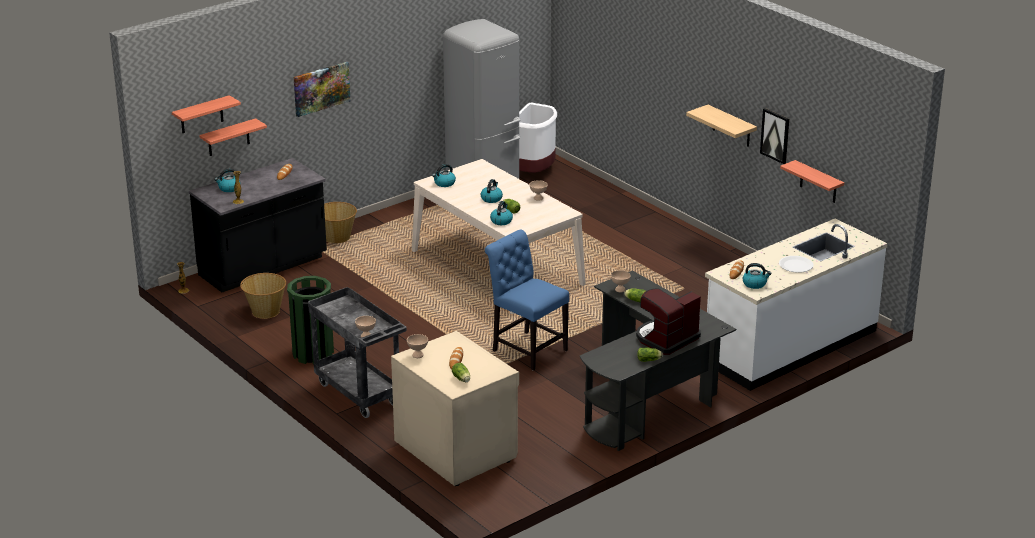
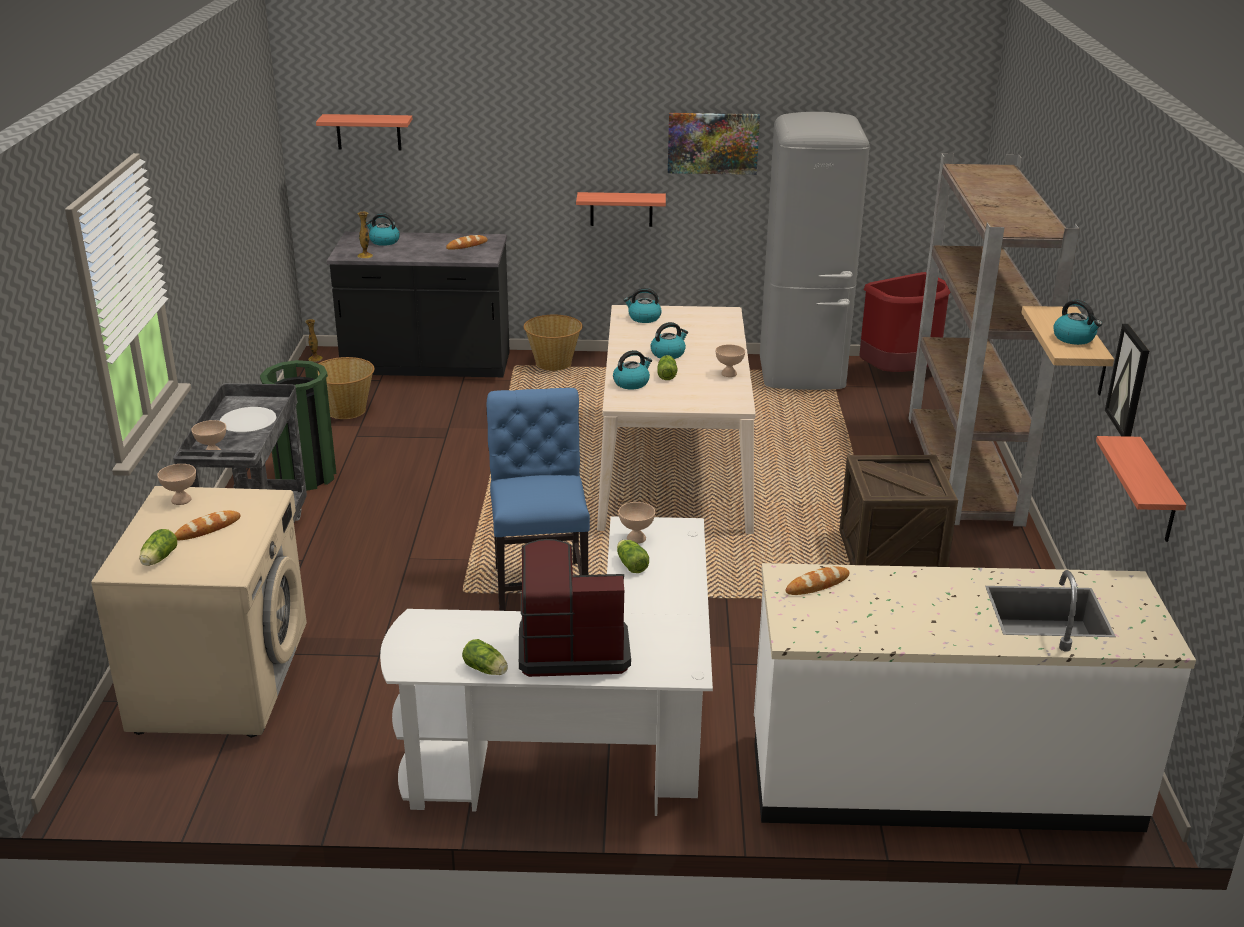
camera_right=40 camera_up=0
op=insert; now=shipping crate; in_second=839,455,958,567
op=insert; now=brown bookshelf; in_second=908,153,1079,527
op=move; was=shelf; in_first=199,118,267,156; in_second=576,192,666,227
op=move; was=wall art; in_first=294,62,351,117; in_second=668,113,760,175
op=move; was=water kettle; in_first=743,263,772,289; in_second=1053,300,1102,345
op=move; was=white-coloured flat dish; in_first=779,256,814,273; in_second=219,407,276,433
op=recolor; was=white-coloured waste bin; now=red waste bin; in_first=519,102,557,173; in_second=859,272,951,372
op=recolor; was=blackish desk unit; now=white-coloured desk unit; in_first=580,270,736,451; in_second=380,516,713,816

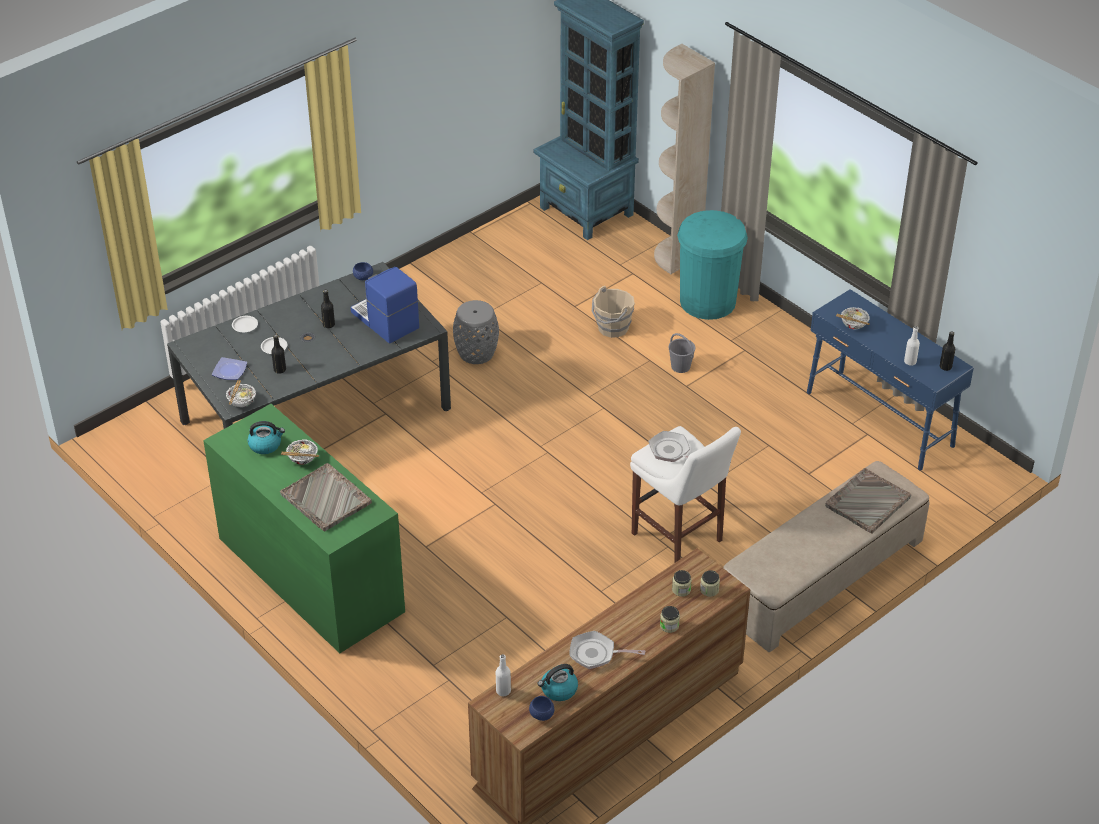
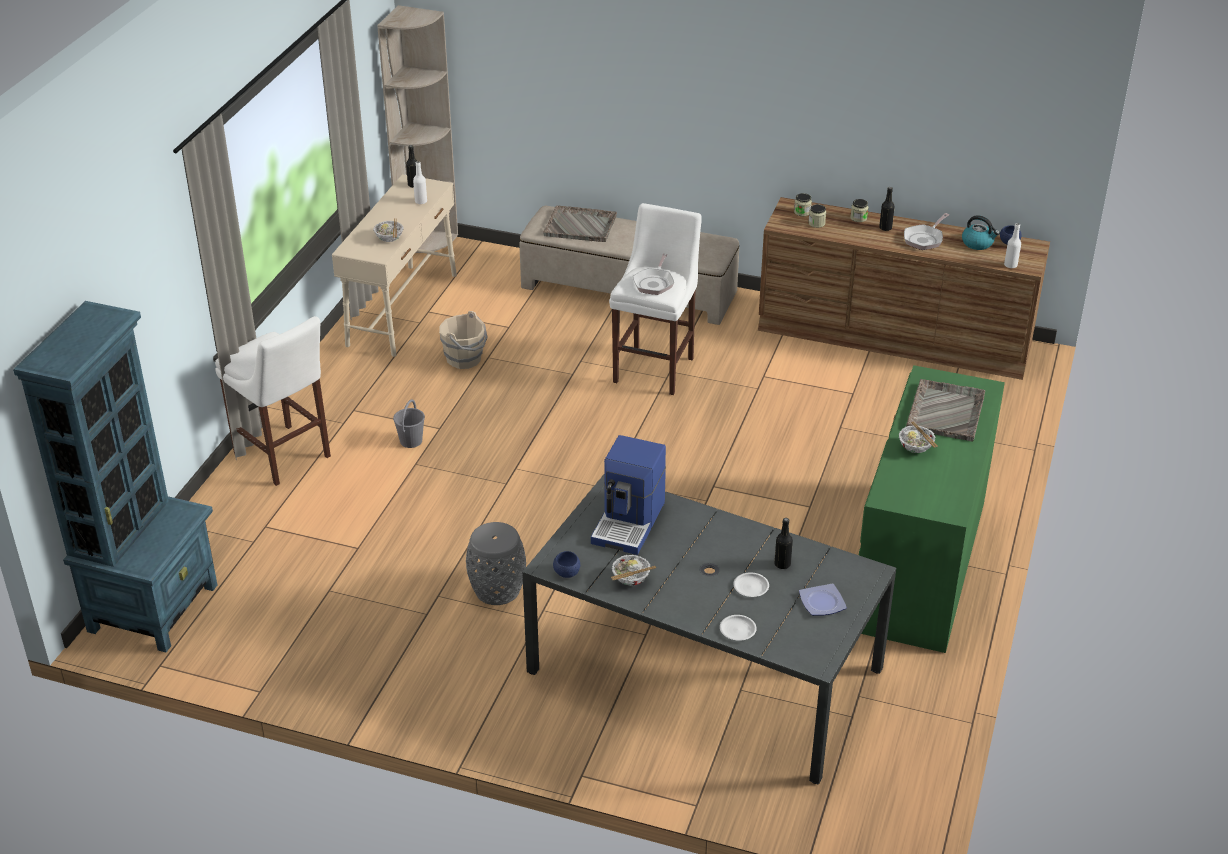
camera_right=-120 camera_up=-5
op=delete; was=water kettle; in_first=248,421,285,454
op=move; was=serving bowl; in_first=226,380,256,407; in_second=611,555,656,586
op=move; was=blackish beverage bottle; in_first=321,290,335,328; in_second=879,187,895,231
op=move; was=beige-coloured pail; in_first=592,286,635,338; in_second=439,311,488,369
op=move; was=beige-coloured bookshelf; in_first=654,44,715,274; in_second=377,5,458,253
op=replace; was=turquoise-coloured waste bin; now=white-coloured sitting stool; in_first=677,210,748,320; in_second=215,316,331,486
op=recolor; was=blue-coloured hall table; now=beige-coloured hall table; in_first=807,289,974,471; in_second=332,174,457,357
op=rotate; was=frying pan; in_first=569,631,645,669; in_second=904,213,949,250; clockwise=60

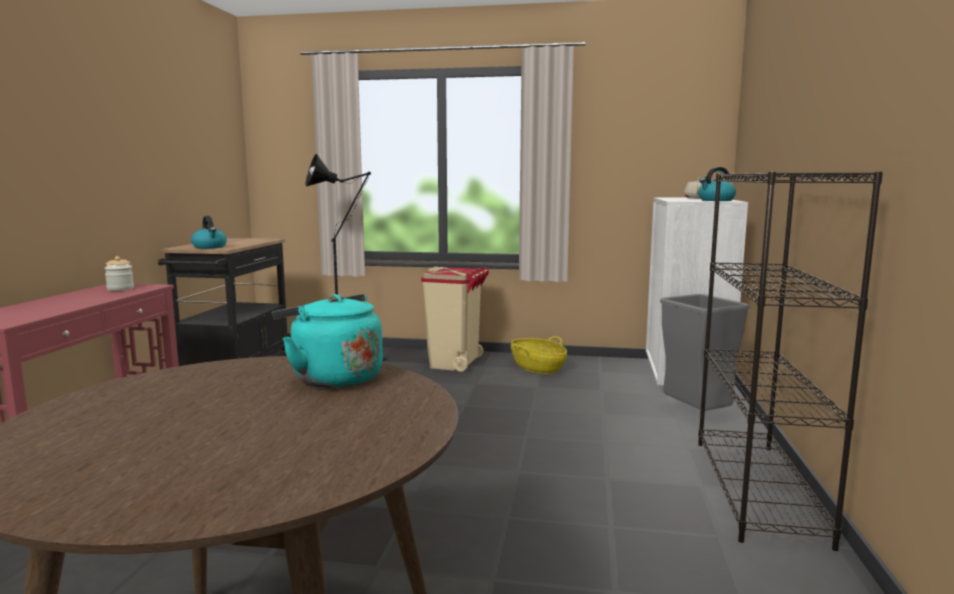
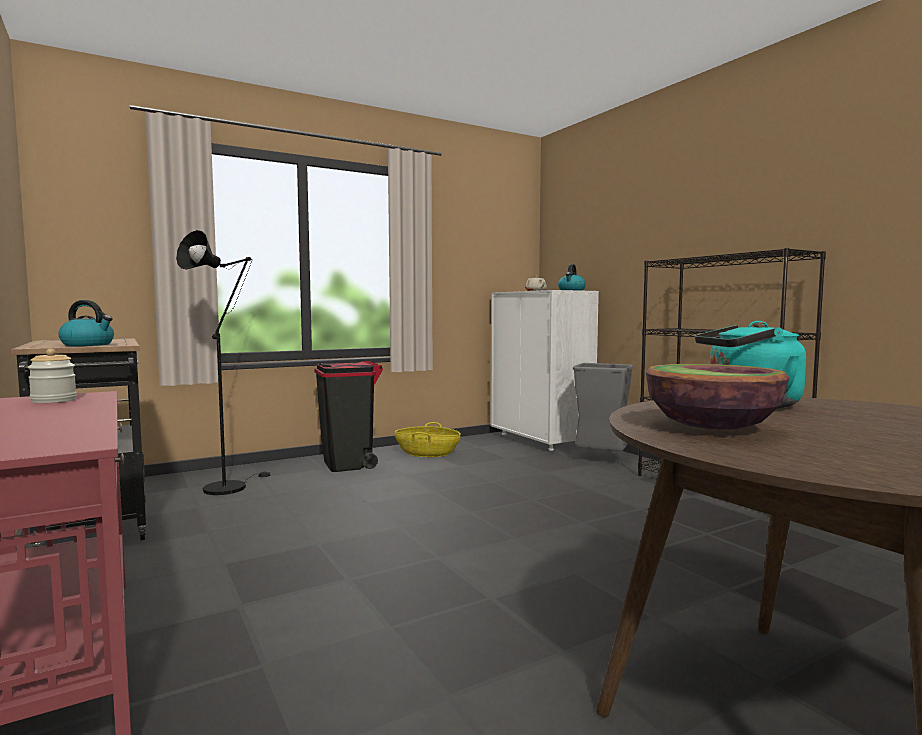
camera_right=-40 camera_up=-5
op=insert; now=serving bowl; in_second=646,364,789,429
op=recolor; was=beige-coloured waste bin; now=blackish waste bin; in_first=421,267,489,372; in_second=315,361,383,472

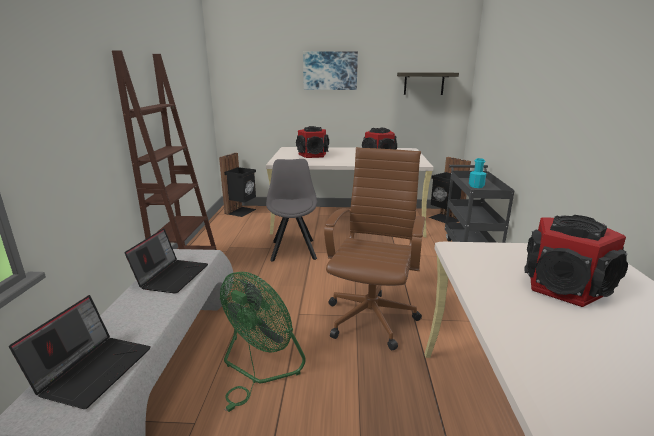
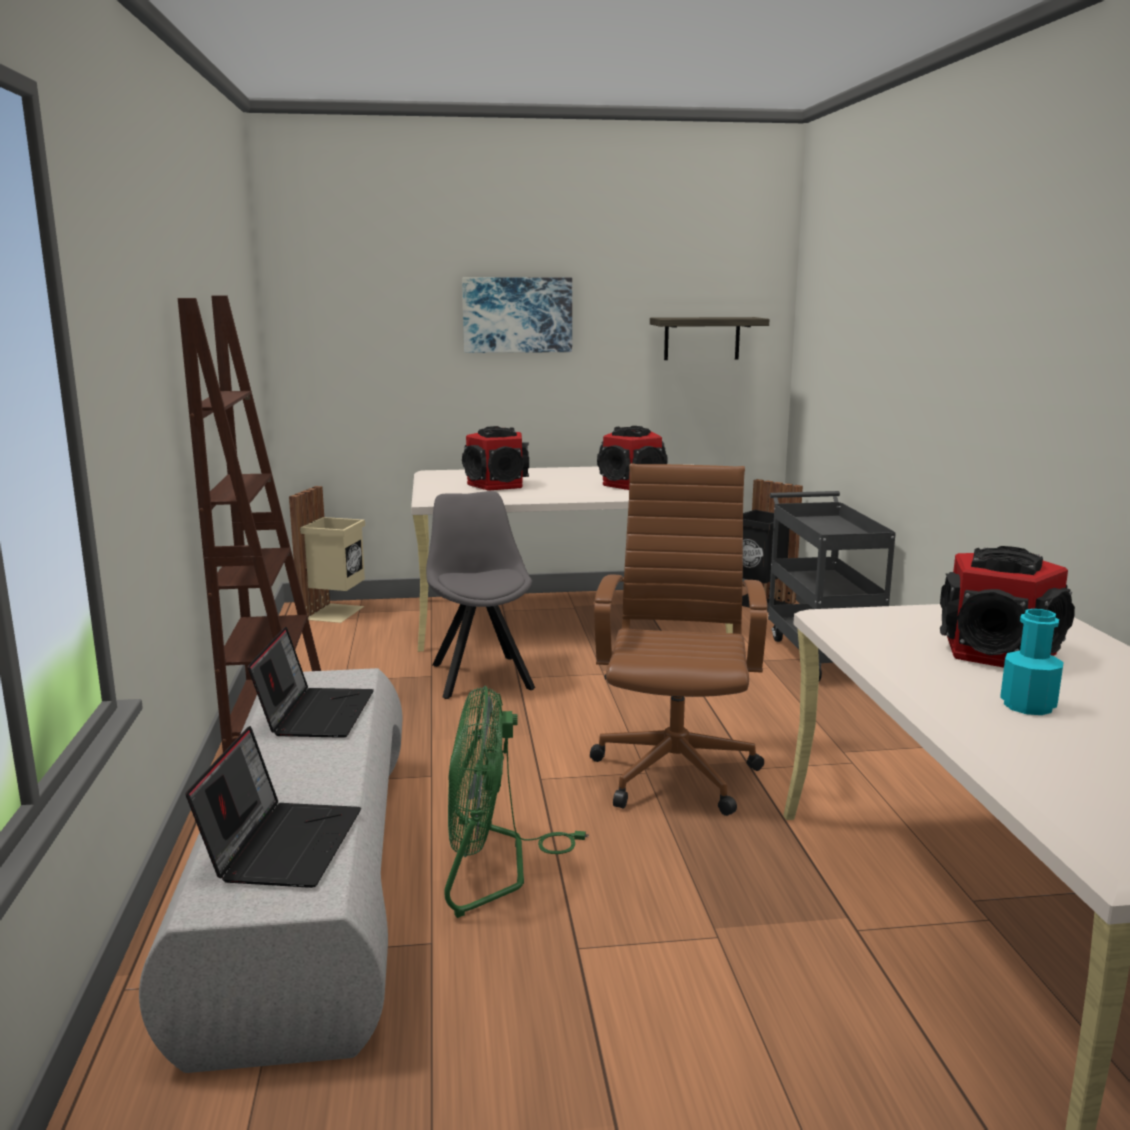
camera_right=-10 camera_up=-5
op=move; was=turquoise-coloured beverage bottle; in_first=469,158,486,188; in_second=1000,609,1064,715
op=recolor; was=blackish waste bin; now=beige-coloured waste bin; in_first=219,153,256,217; in_second=289,486,365,623
op=rotate; was=green electric fan; in_first=219,272,306,412; in_second=444,686,589,918; clockwise=-120

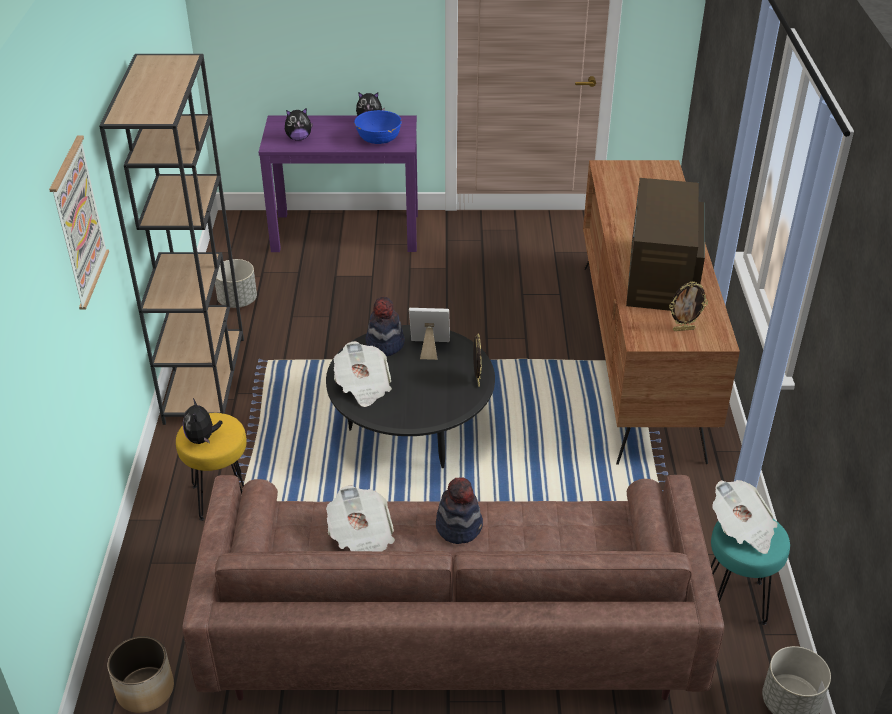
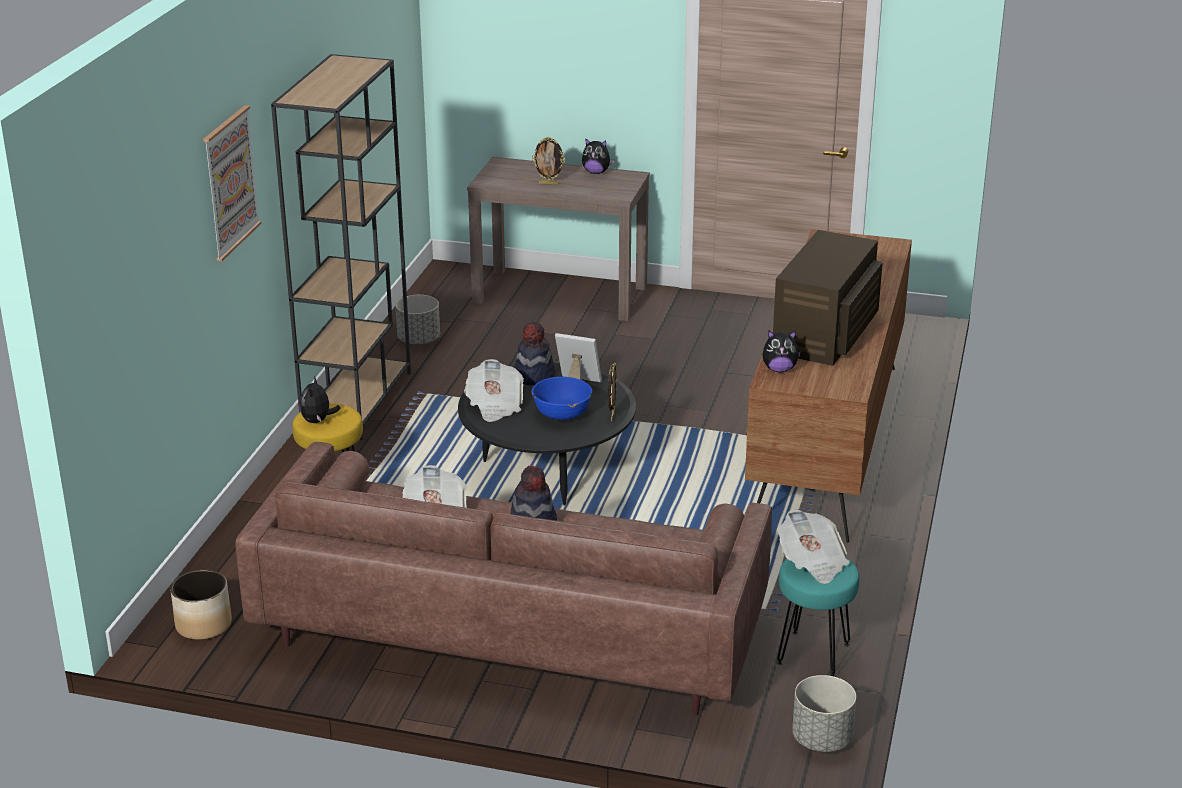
camera_right=15 camera_up=-10
op=move; was=cuddly toy; in_first=285,108,313,141; in_second=762,330,801,372
op=move; was=blue-coloured serving bowl; in_first=354,110,402,144; in_second=531,377,592,420
op=move; was=photo frame; in_first=669,281,708,331; in_second=532,137,565,185
op=recolor; was=purple hall table; now=brown hall table; in_first=259,115,418,252; in_second=467,157,650,321

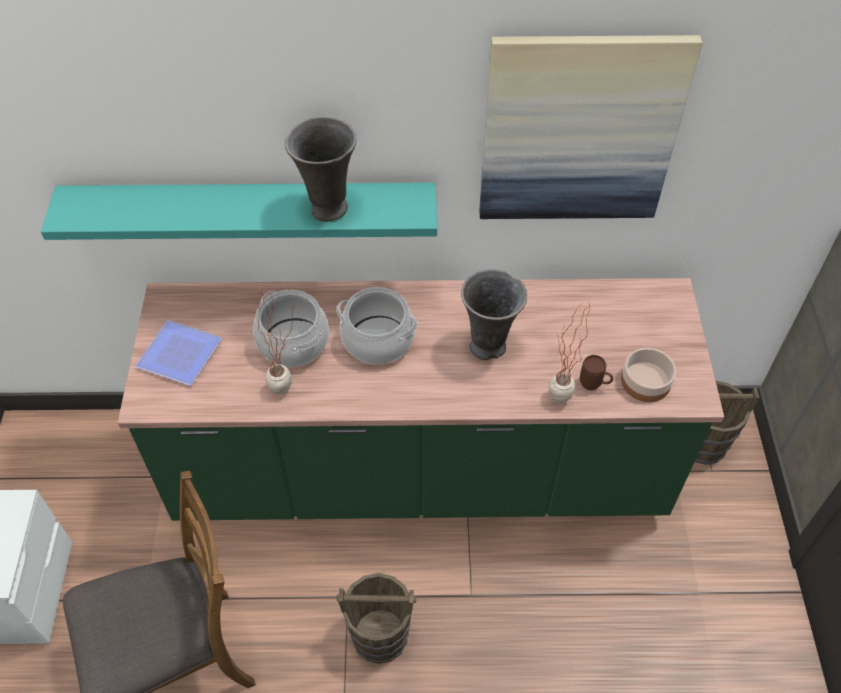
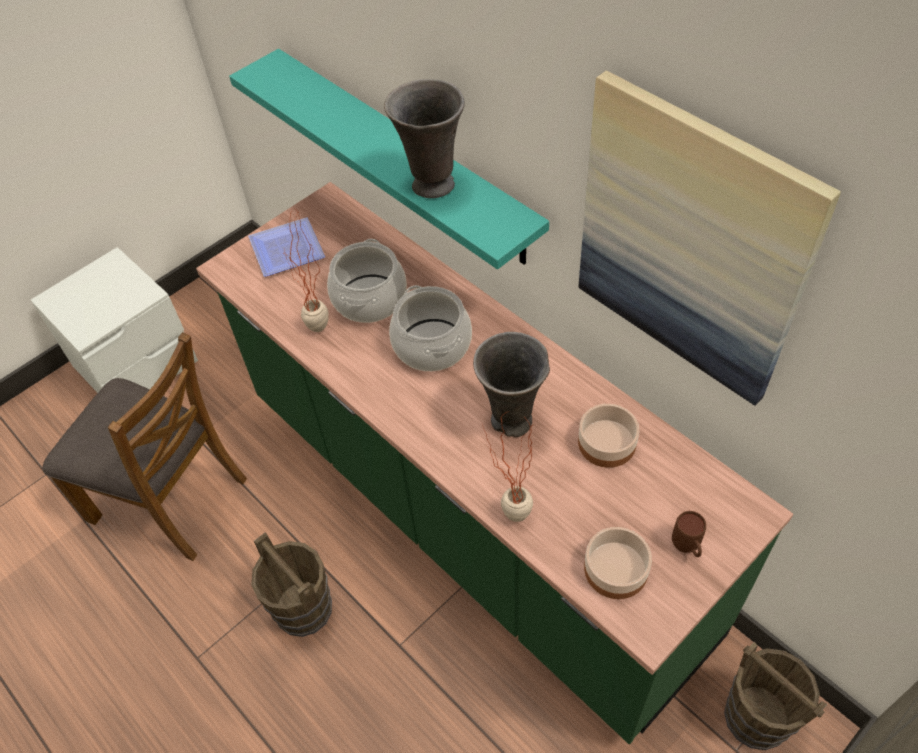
camera_right=50 camera_up=0
op=insert; now=serving bowl; in_second=578,404,639,468
op=move; was=brown mug; in_first=580,355,613,390; in_second=672,511,706,557

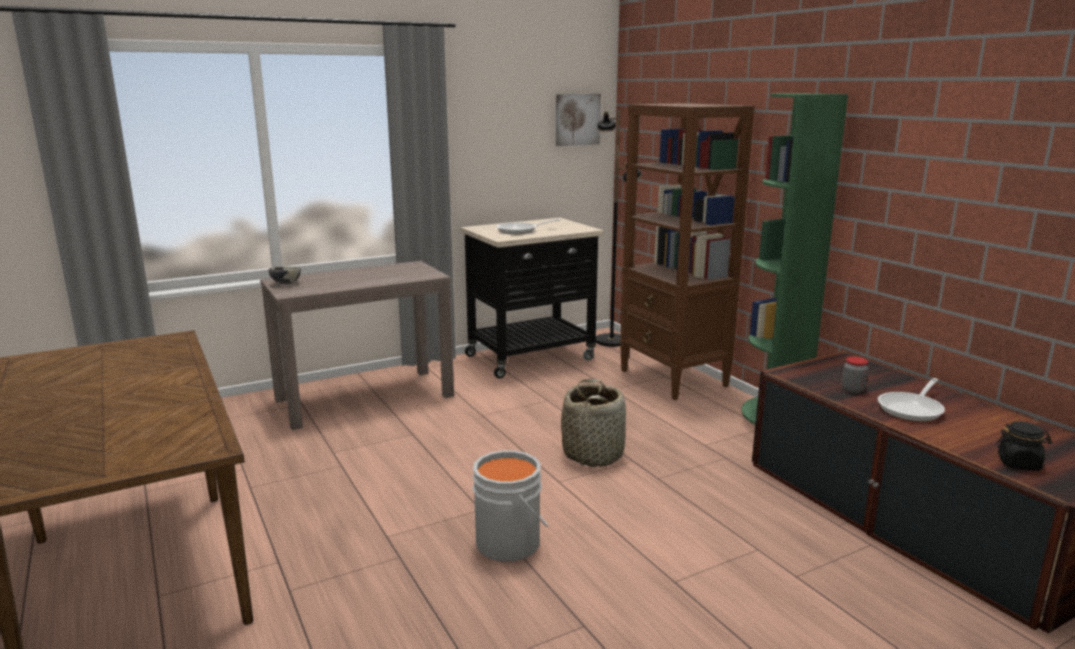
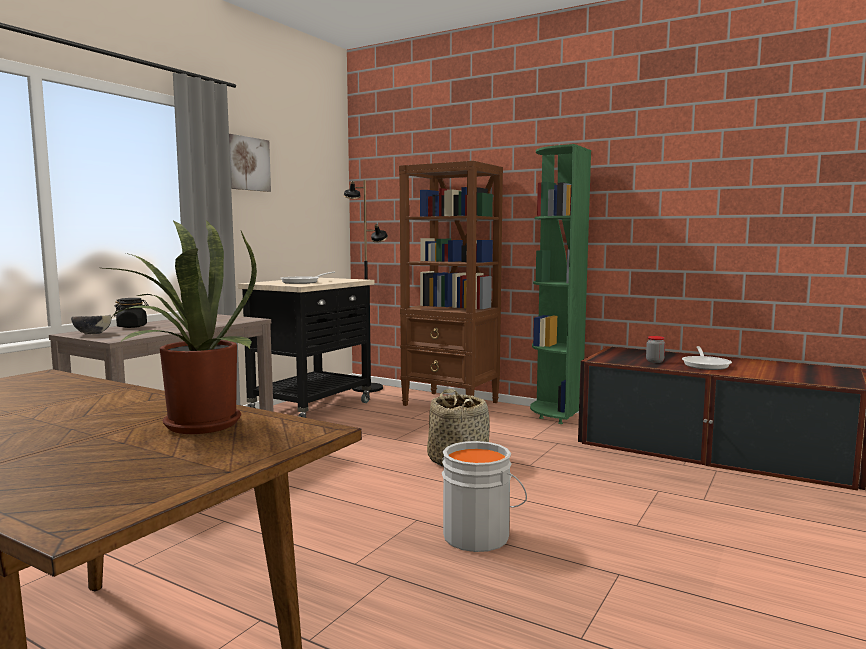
camera_right=-30 camera_up=-10
op=insert; now=potted plant; in_second=104,220,257,434
op=move; was=wall art; in_first=556,94,601,146; in_second=229,134,271,192
op=move; was=blackish jar; in_first=996,422,1052,471; in_second=114,298,149,328

